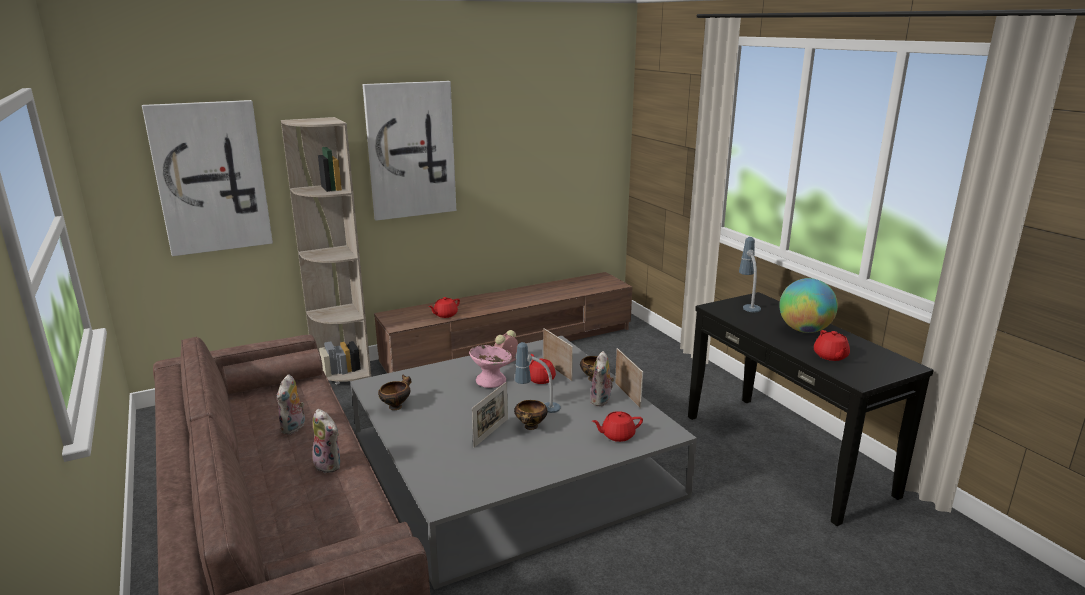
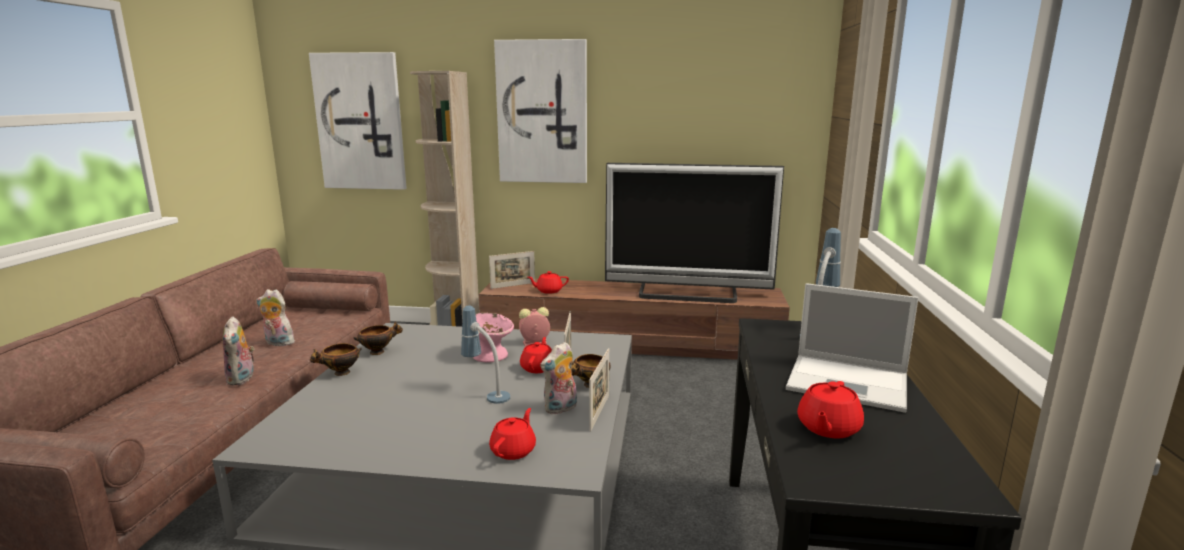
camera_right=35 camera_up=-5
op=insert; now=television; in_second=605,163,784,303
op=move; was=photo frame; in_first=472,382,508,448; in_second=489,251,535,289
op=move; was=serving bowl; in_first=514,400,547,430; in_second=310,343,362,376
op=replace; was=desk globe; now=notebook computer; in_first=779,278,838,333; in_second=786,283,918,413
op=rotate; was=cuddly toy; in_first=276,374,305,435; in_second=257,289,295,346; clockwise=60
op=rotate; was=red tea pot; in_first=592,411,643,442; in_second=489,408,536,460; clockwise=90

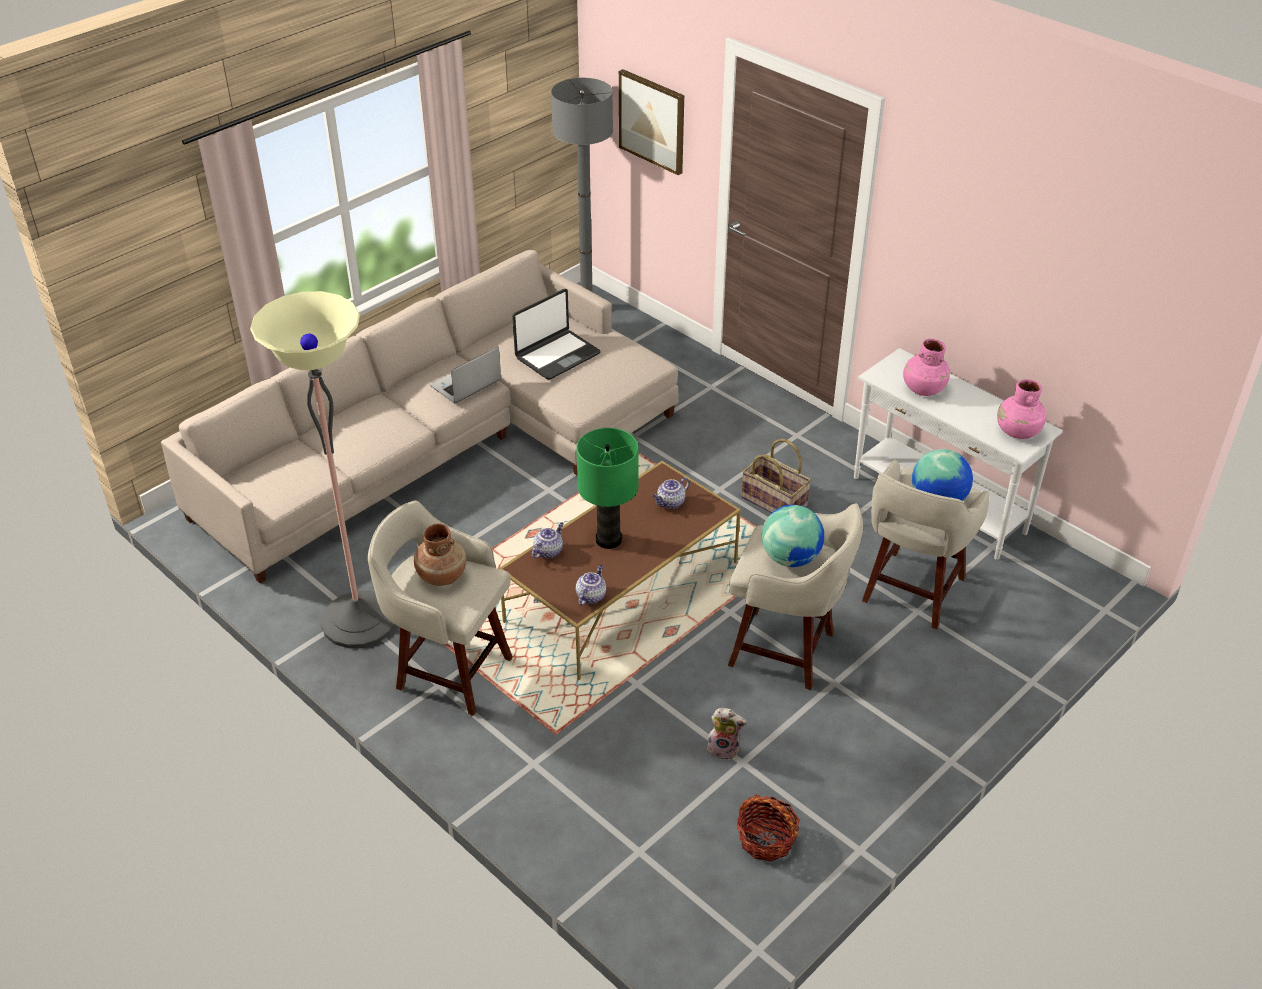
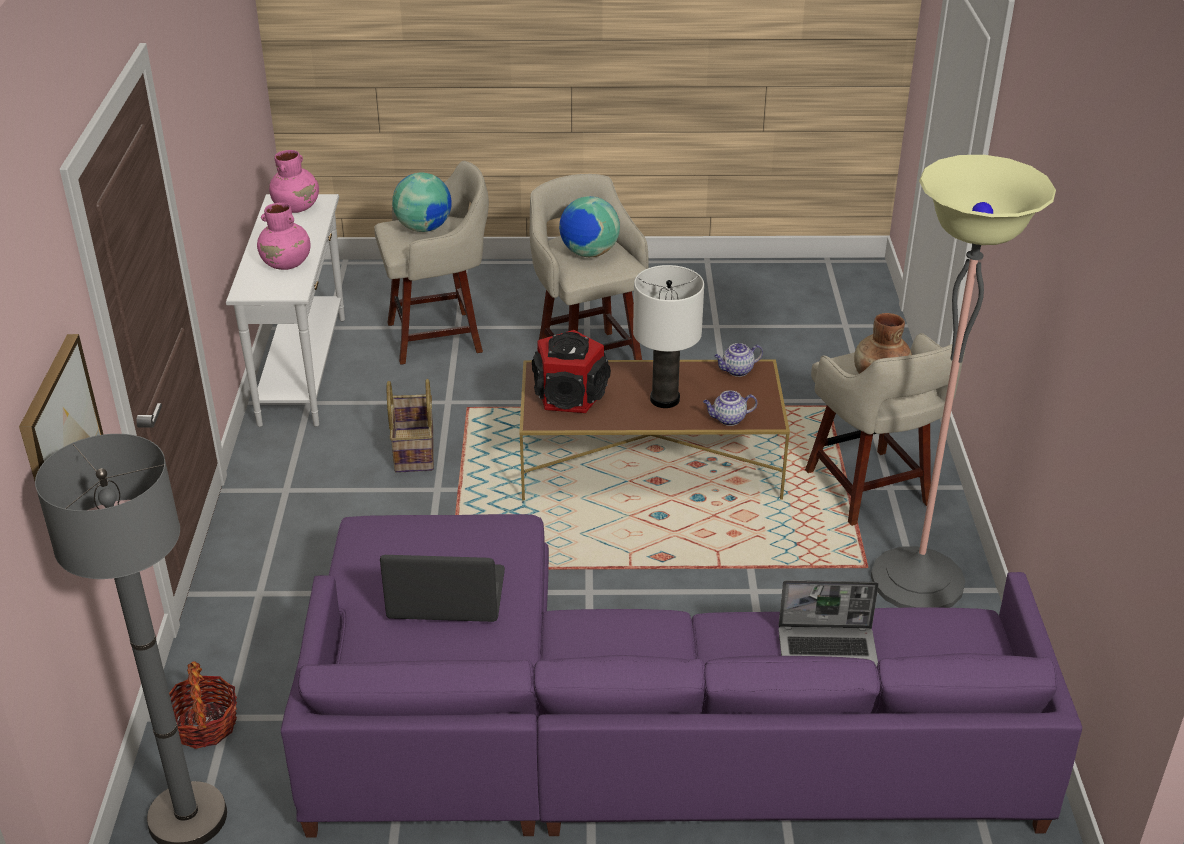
camera_right=-135 camera_up=-5
op=delete; was=cuddly toy; in_first=707,708,747,760
op=move; was=notebook computer; in_first=430,346,501,403; in_second=778,580,879,666
op=move; was=storage basket; in_first=737,794,800,862; in_second=169,661,237,749
op=replace; was=tea pot; now=audio speaker; in_first=653,477,689,509; in_second=532,330,611,413
op=recolor; was=beige-coloured sofa; now=purple sofa; in_first=161,250,679,584; in_second=281,514,1082,838
op=recolor; was=green table lamp; now=white-coloured table lamp; in_first=576,428,639,549; in_second=633,265,704,408

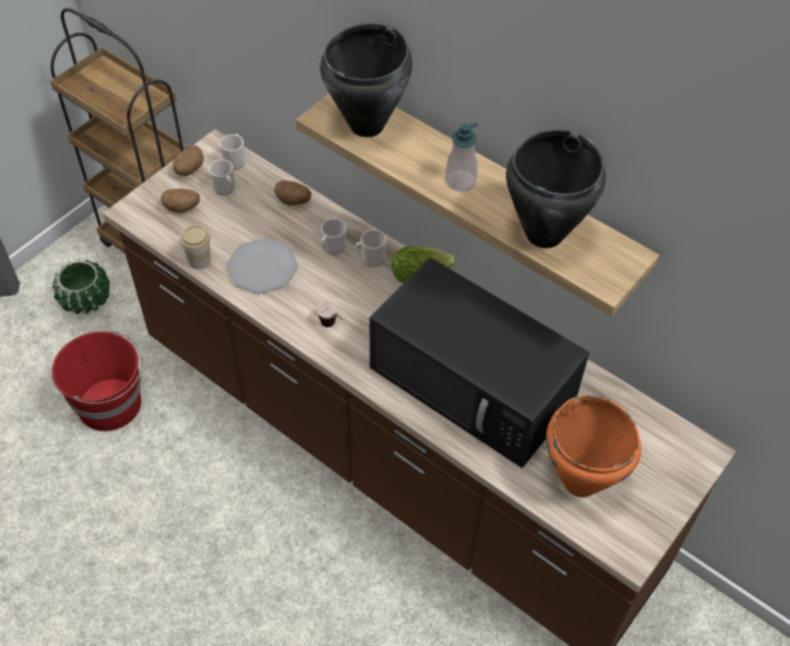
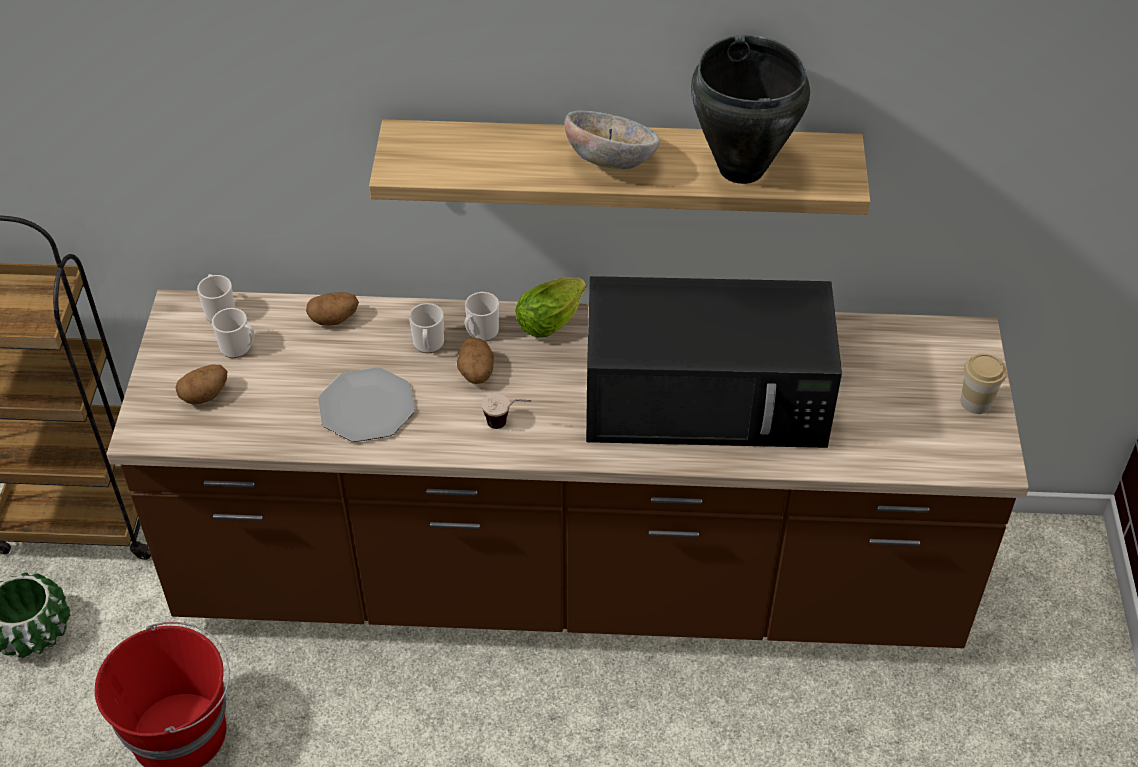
camera_right=-35 camera_up=-5
op=delete; was=blackish cooking pot; in_first=320,23,412,137
op=delete; was=orange cooking pot; in_first=546,395,641,497
op=move; was=potato; in_first=173,145,204,176; in_second=457,338,494,384
op=move; was=drinking cup; in_first=180,225,211,269; in_second=961,353,1007,414
op=replace; was=liquid soap bottle; now=serving bowl; in_first=445,122,478,192; in_second=564,111,660,169

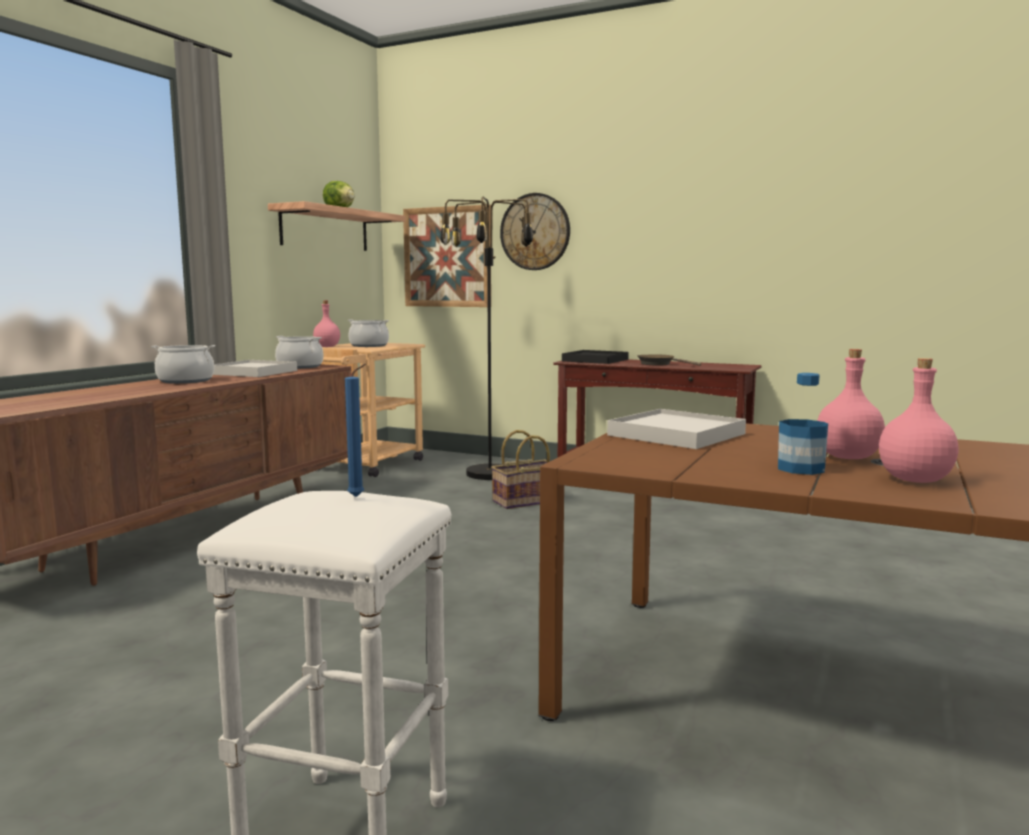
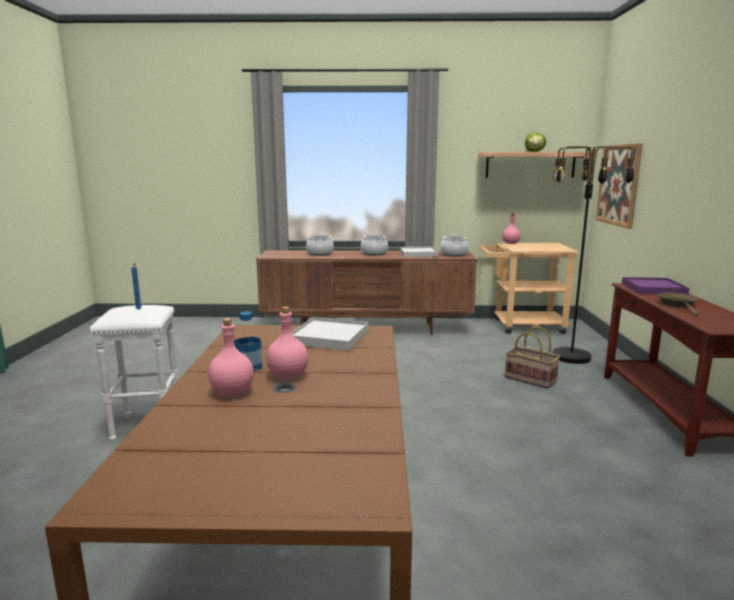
camera_right=65 camera_up=5
op=delete; was=wall clock; in_first=500,193,570,270
op=move; was=cooking pot; in_first=348,320,389,347; in_second=306,234,334,256
op=recolor; was=blackish carrying tray; now=purple carrying tray; in_first=562,350,629,364; in_second=622,277,689,295

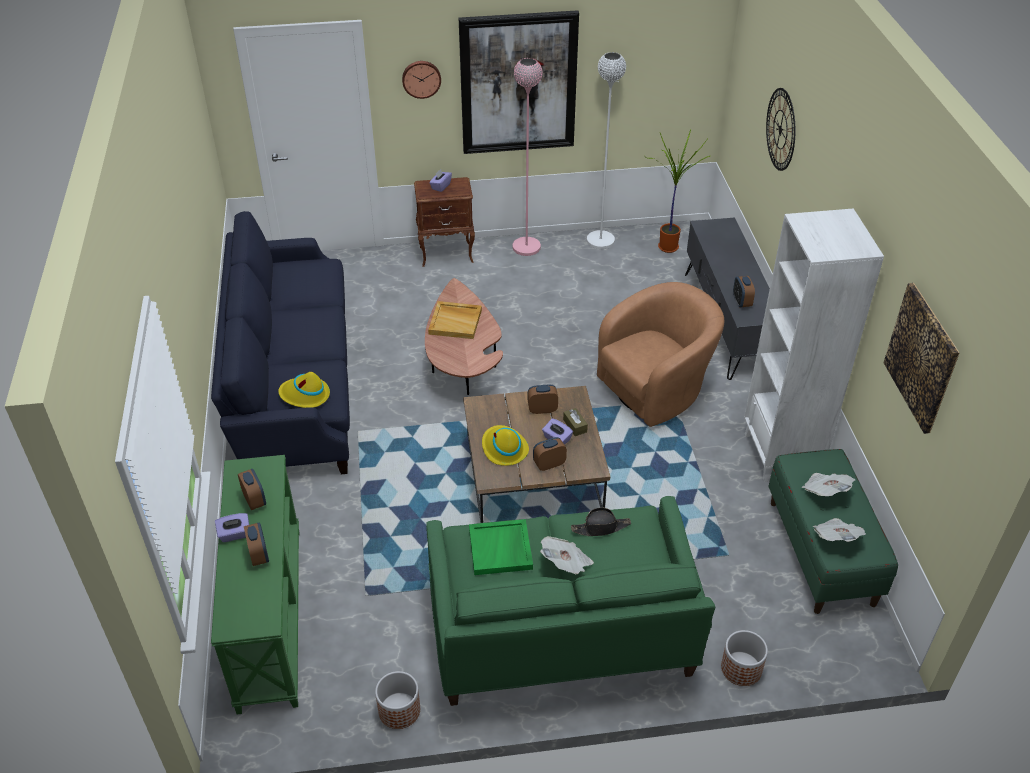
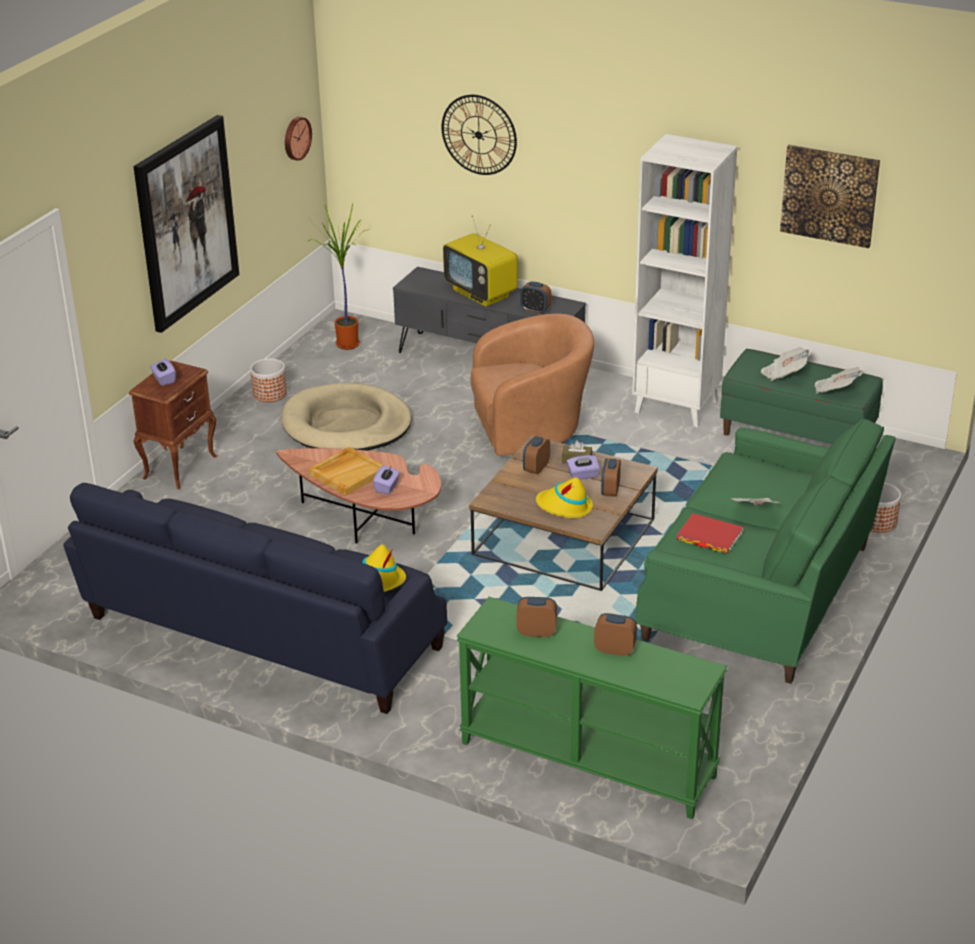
camera_right=-55 camera_up=-10
op=delete; was=pink-coloured standard lamp; in_first=513,58,543,256
op=delete; was=blackish hat; in_first=571,507,631,536
op=delete; was=white-coloured standard lamp; in_first=587,52,626,249
op=insert; now=beige-coloured pet bed; in_second=282,383,412,451
op=insert; now=television; in_second=443,215,518,307
op=move; was=purple tissue holder; in_first=215,513,249,542; in_second=373,465,400,494
op=move; was=plant pot; in_first=375,671,420,729; in_second=250,358,287,402
op=move; was=wall clock; in_first=402,61,441,99; in_second=285,117,312,161
op=replace; was=green carrying tray; now=red volume; in_first=469,519,533,575; in_second=677,513,743,554
op=rotate; was=brown armchair; in_first=597,282,724,427; in_second=471,313,594,456; clockwise=75

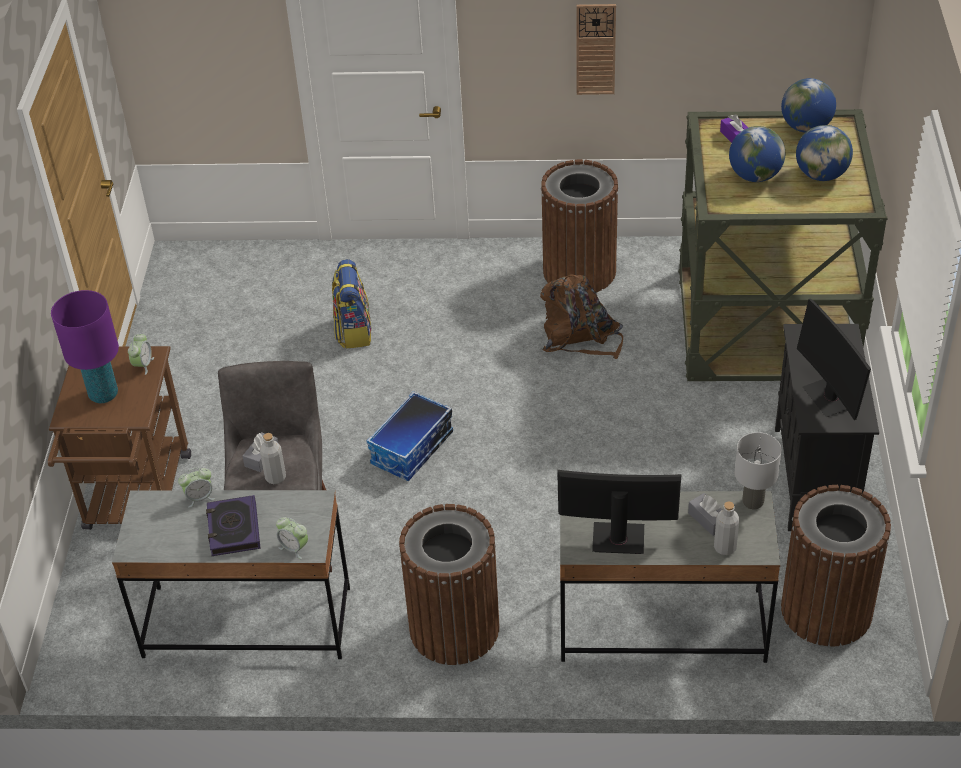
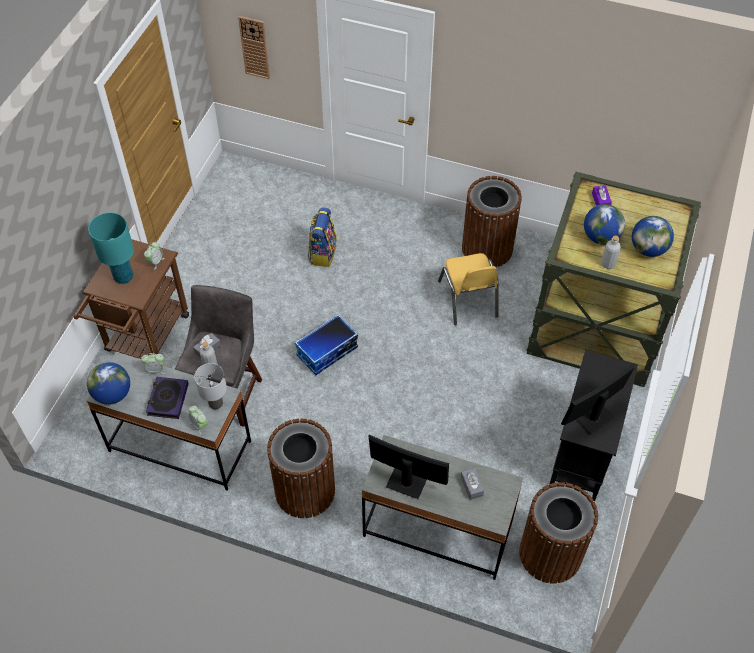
camera_right=15 camera_up=10
op=move; was=wall clock; in_first=577,4,616,95; in_second=238,16,270,79
op=move; was=gray beverage bottle; in_first=714,502,740,555; in_second=601,235,621,269
op=move; was=white-coloured table lamp; in_first=735,432,782,510; in_second=194,363,227,409
op=move; was=desk globe; in_first=781,78,836,133; in_second=87,362,130,405
op=replace; was=brown backpack; now=yellow chair; in_first=540,274,623,359; in_second=438,253,499,325
op=recolor; was=purple table lamp; now=turquoise-coloured table lamp; in_first=51,290,119,403; in_second=88,212,134,284
op=rotate; was=monitor; in_first=797,299,871,420; in_second=561,363,635,434; clockwise=60

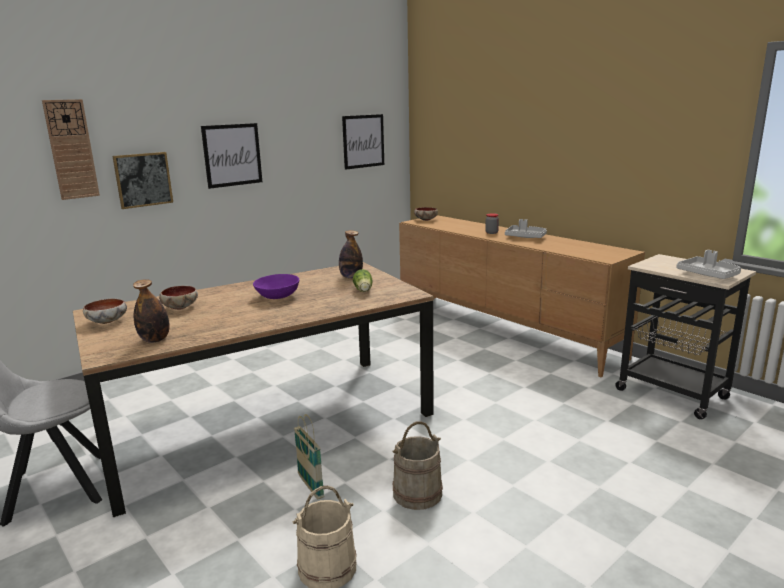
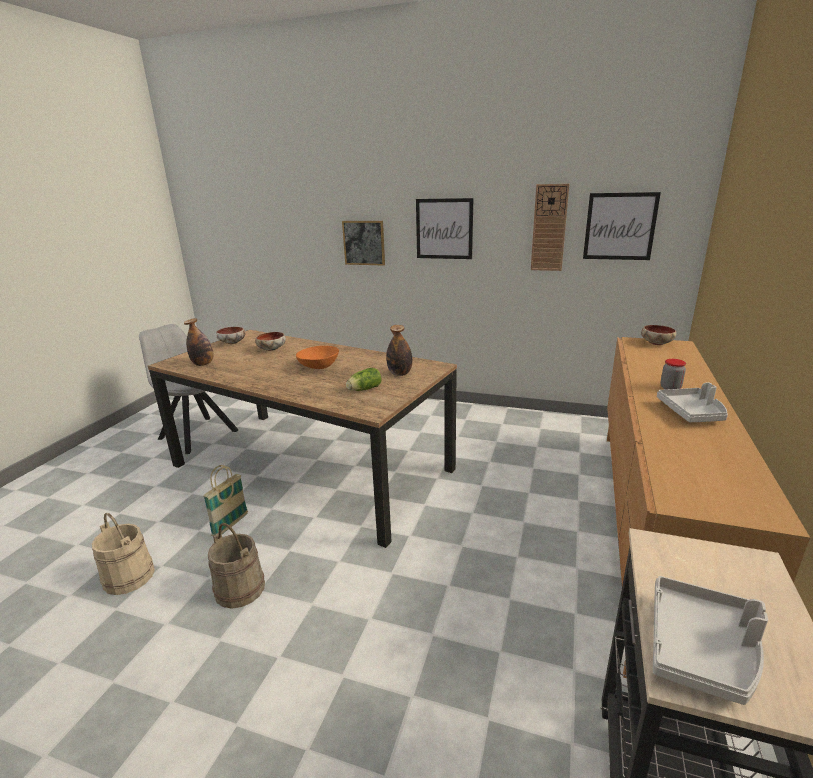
camera_right=60 camera_up=5
op=move; was=wall clock; in_first=42,99,100,200; in_second=531,184,569,271
op=recolor; was=purple serving bowl; now=orange serving bowl; in_first=253,274,299,299; in_second=296,346,339,369

